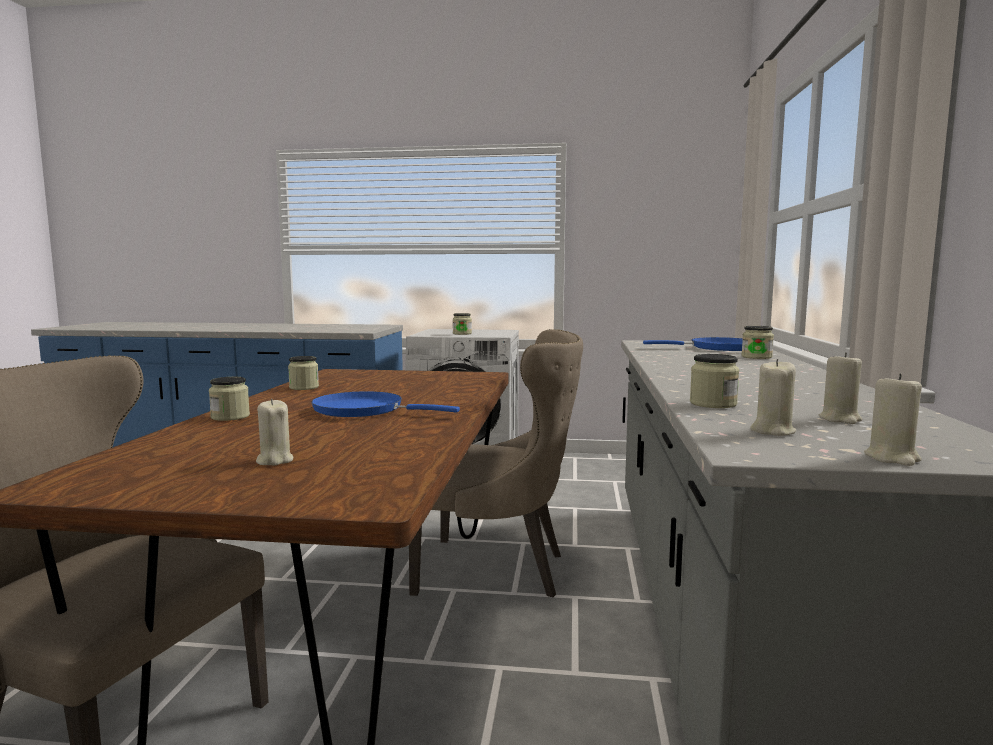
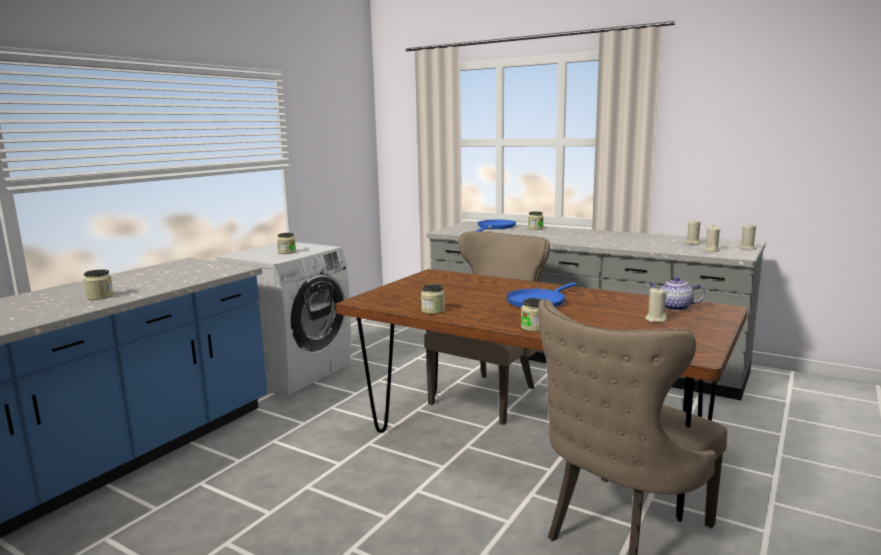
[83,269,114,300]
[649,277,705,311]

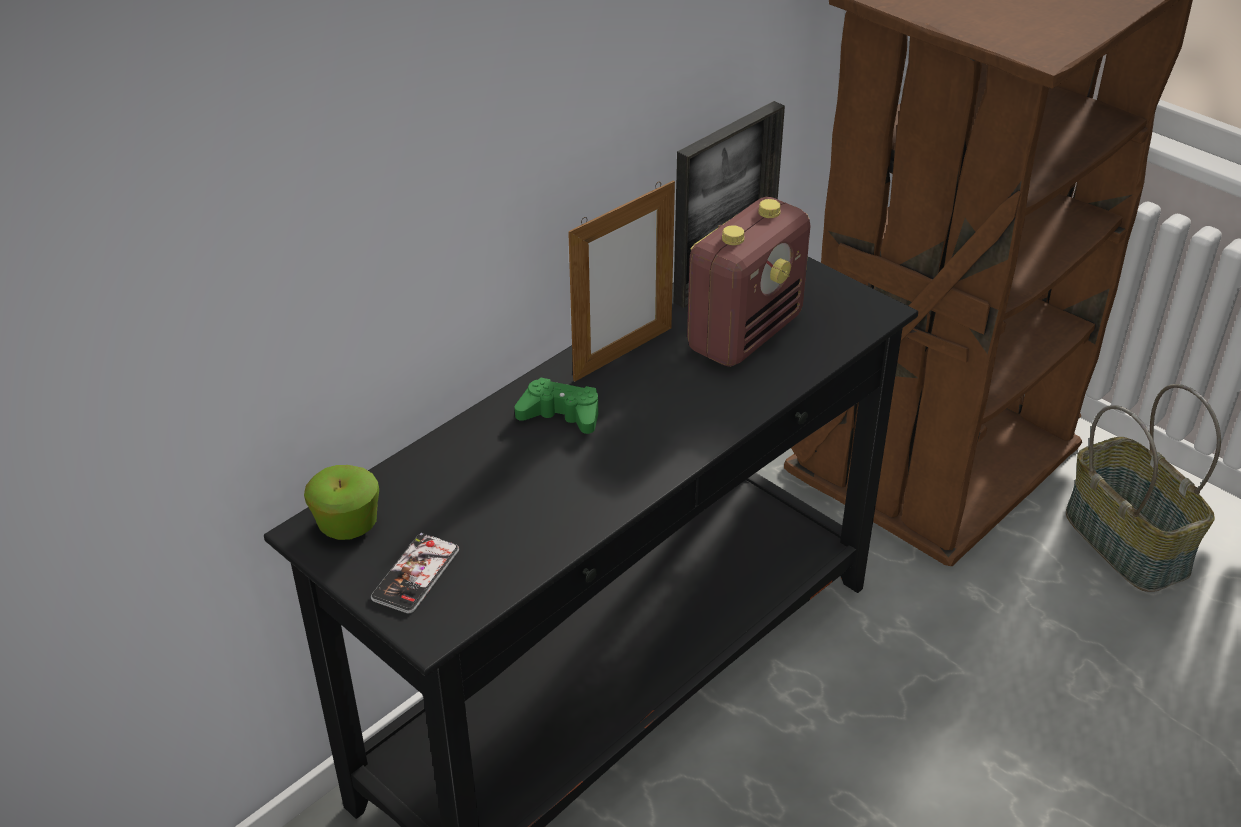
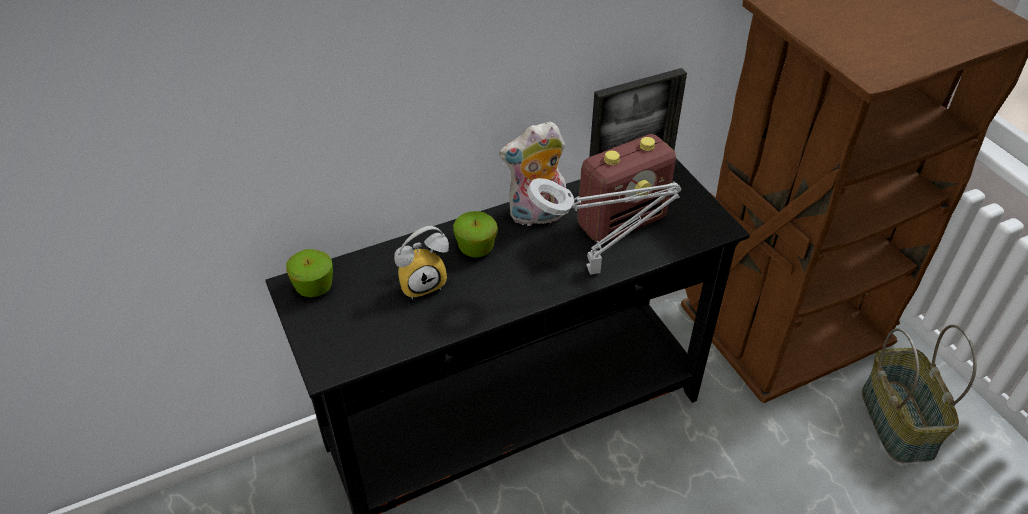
[499,121,566,227]
[453,211,498,257]
[371,533,459,613] (first image)
[527,178,681,275]
[394,226,449,300]

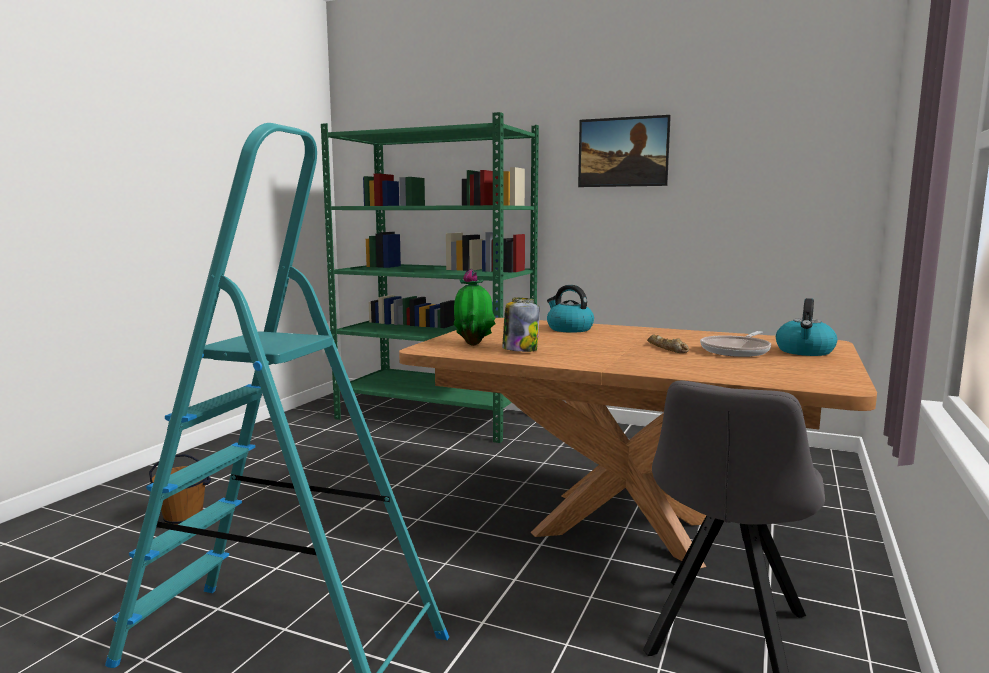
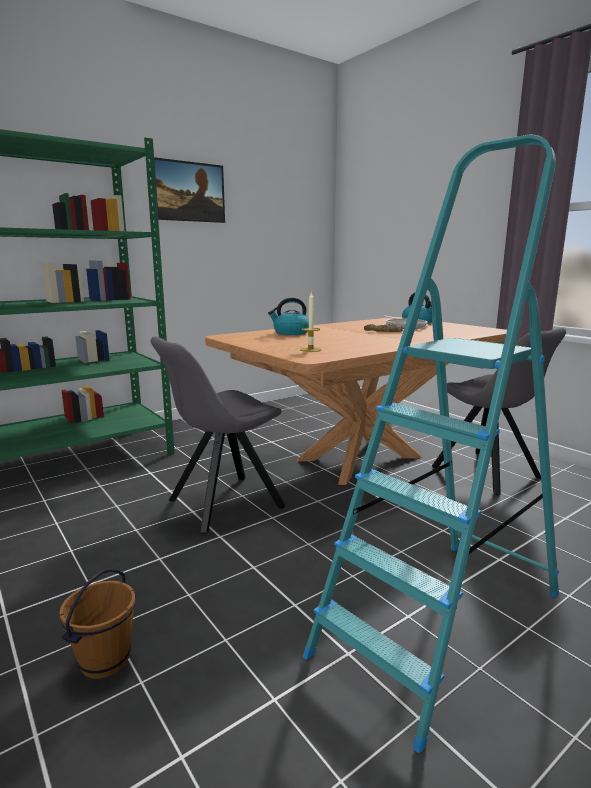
[300,293,321,352]
[502,298,540,352] (first image)
[151,336,285,534]

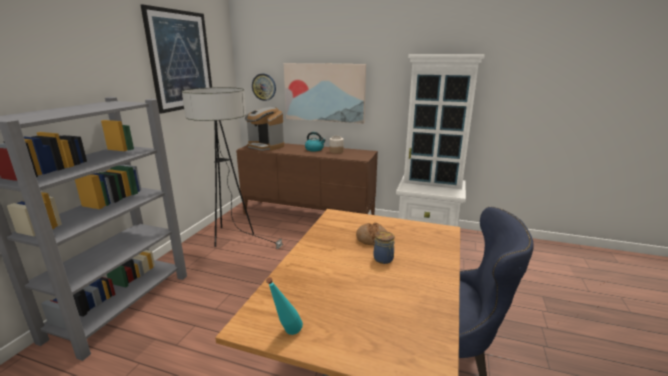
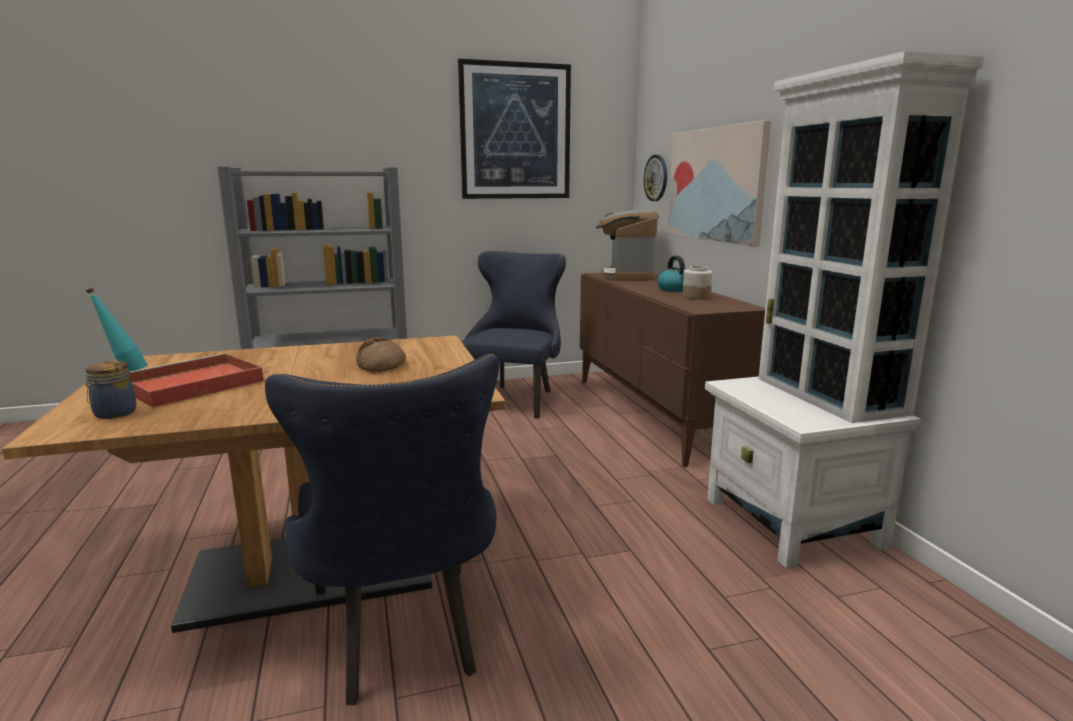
[461,251,566,419]
[83,361,137,419]
[129,353,264,408]

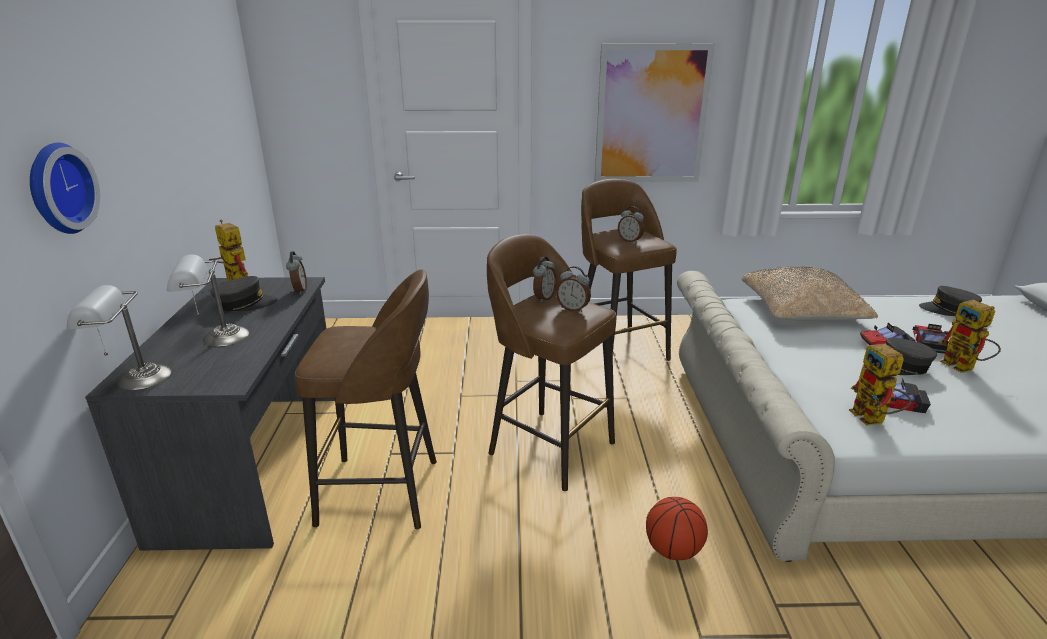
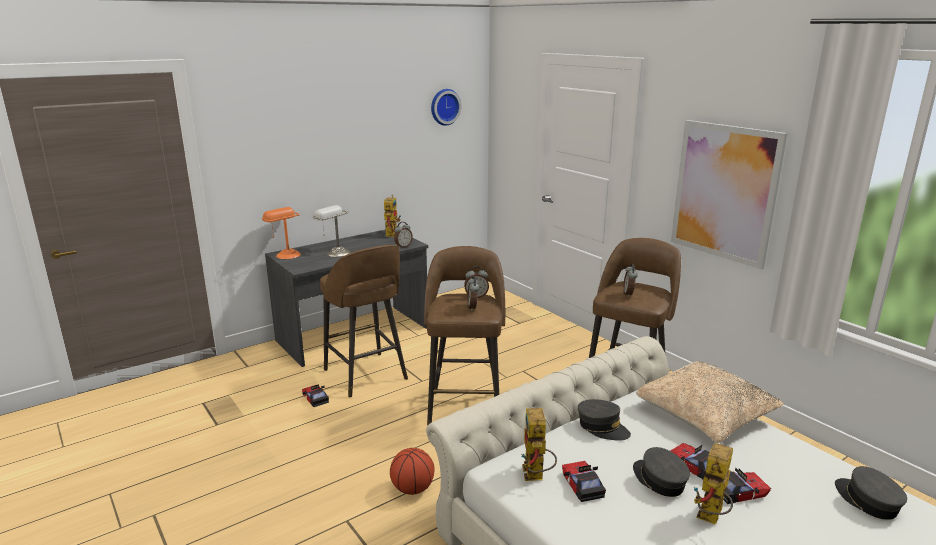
[431,89,461,126]
[578,399,631,441]
[262,207,301,259]
[521,408,557,481]
[302,384,329,407]

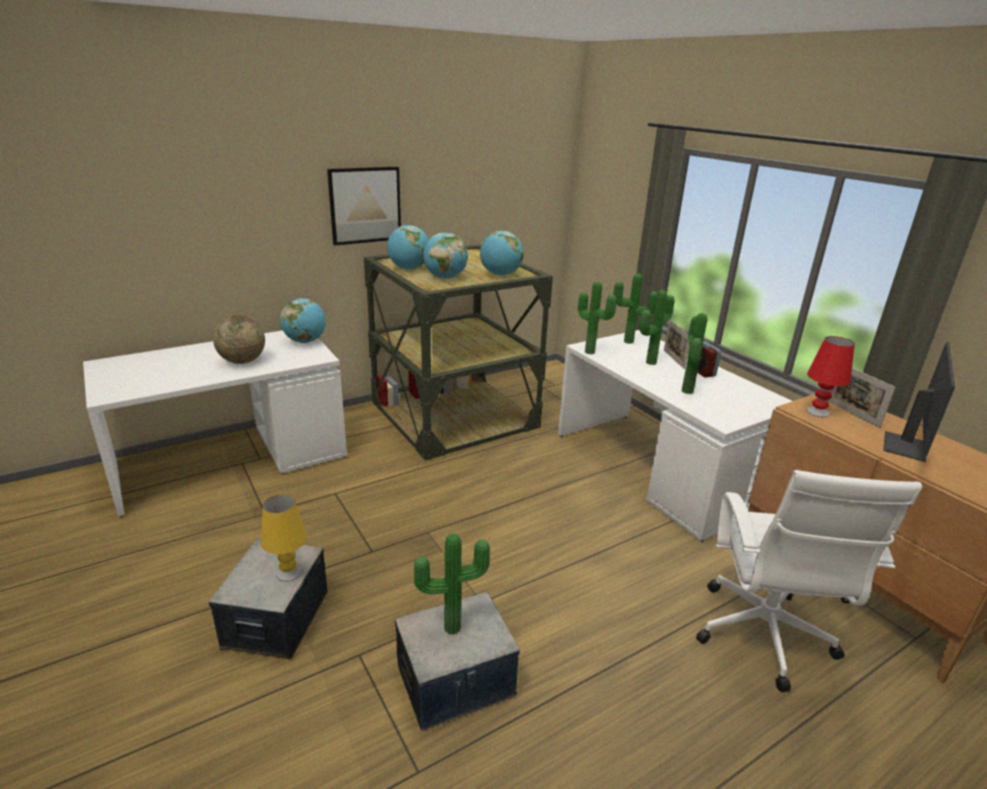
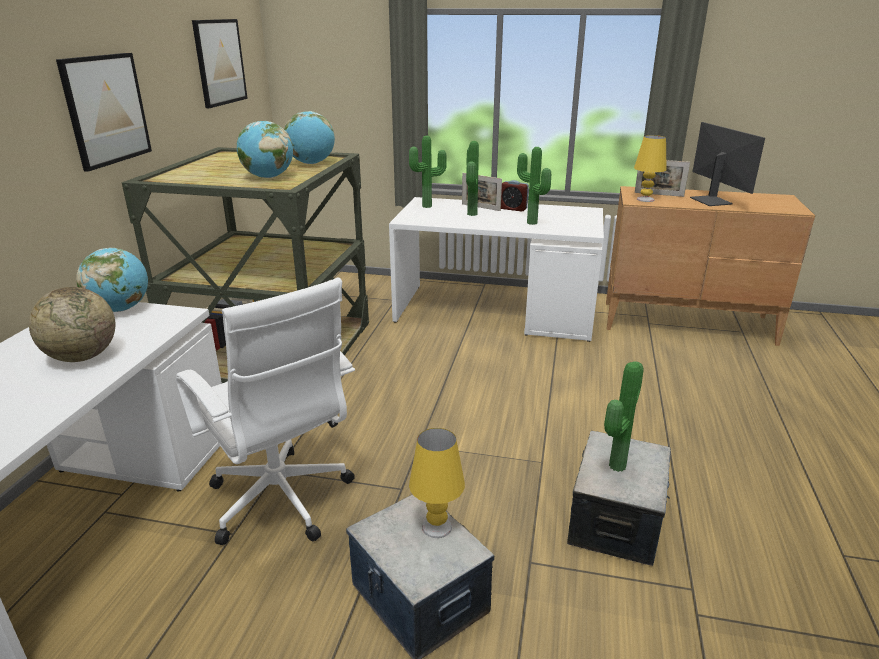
[387,225,429,270] (first image)
[578,281,616,354] (first image)
[634,135,667,202]
[176,278,355,545]
[192,19,248,108]

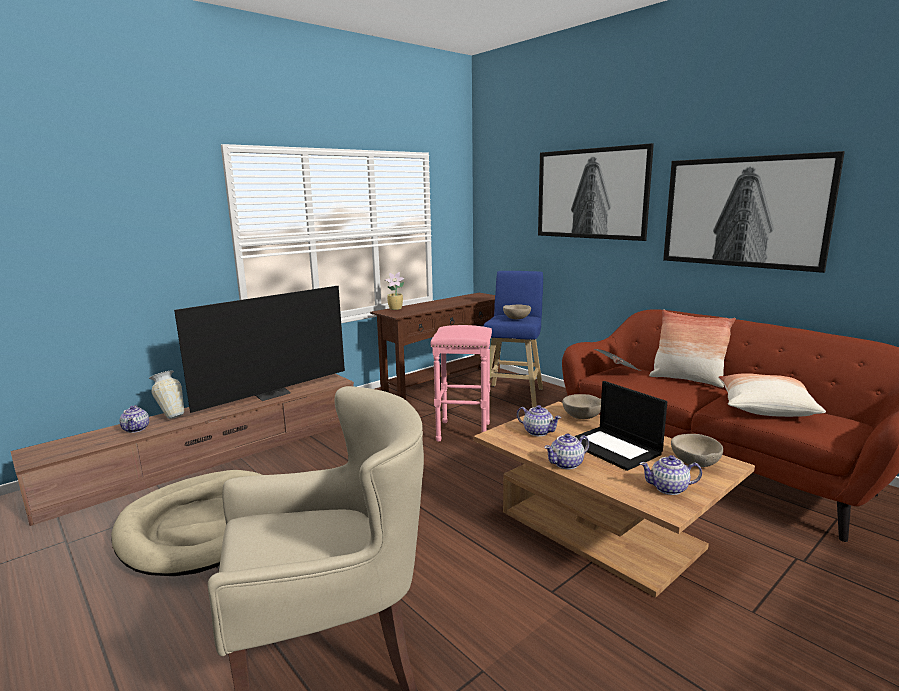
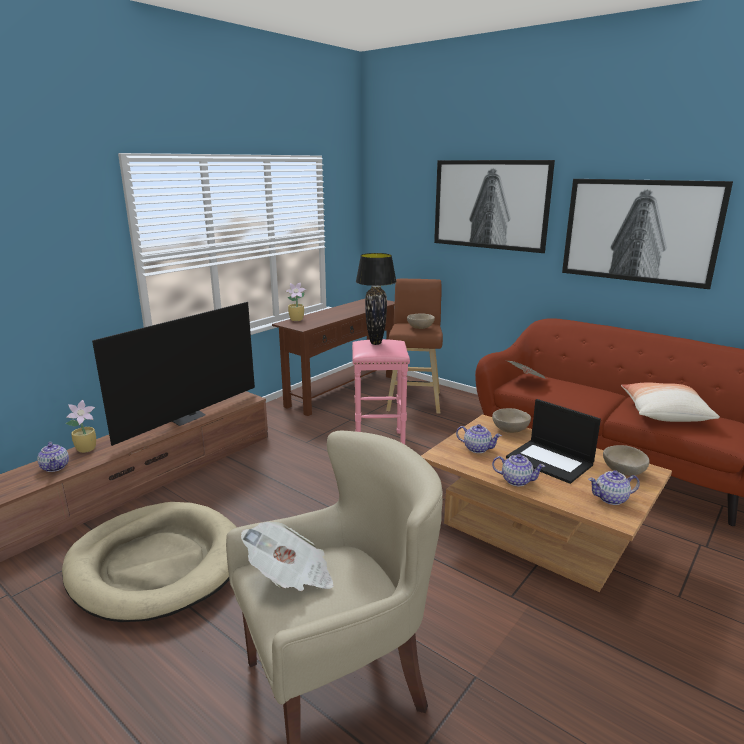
[386,279,443,414]
[649,310,736,388] (first image)
[66,400,96,453]
[492,454,545,486]
[356,253,397,345]
[241,522,334,591]

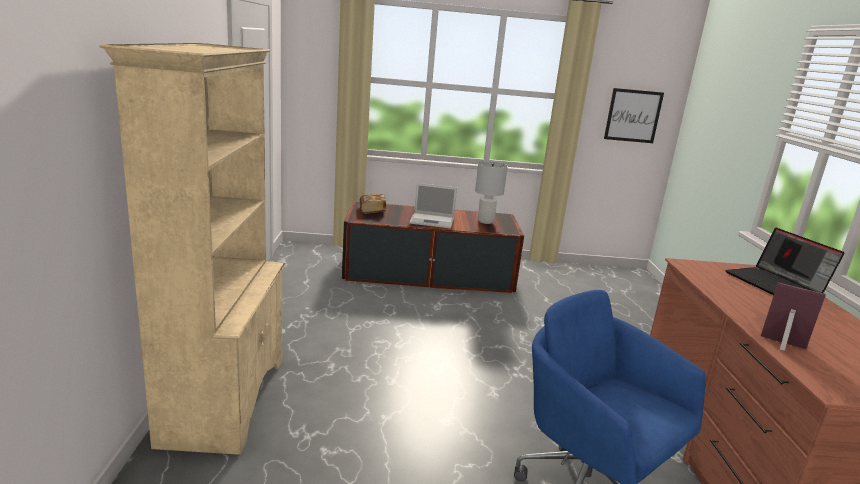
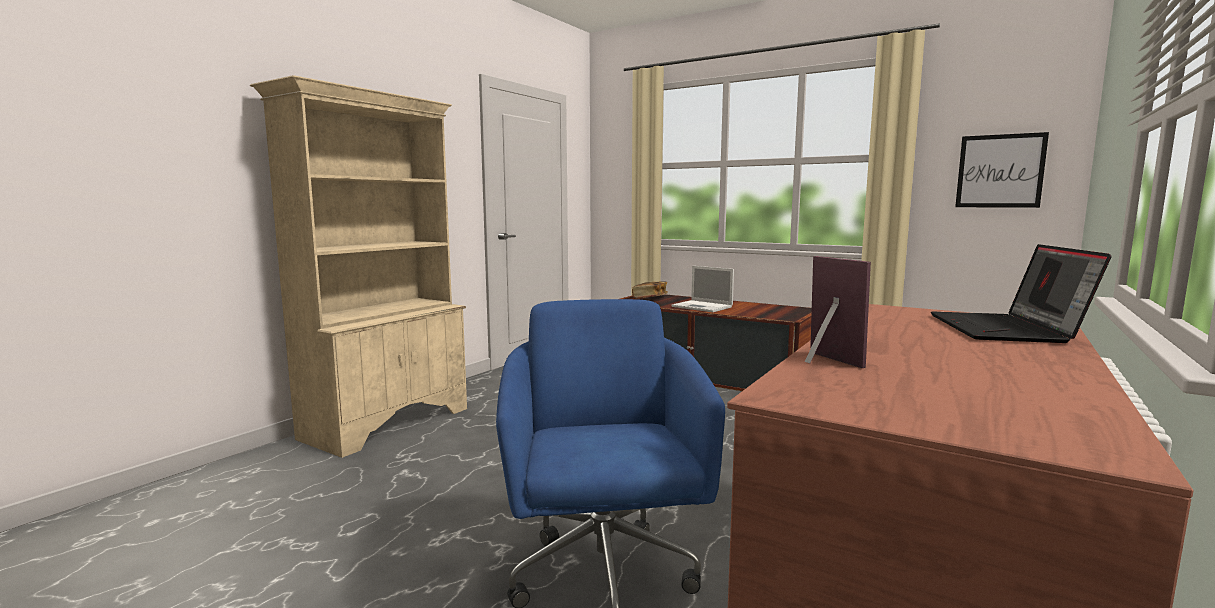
[475,161,508,224] (first image)

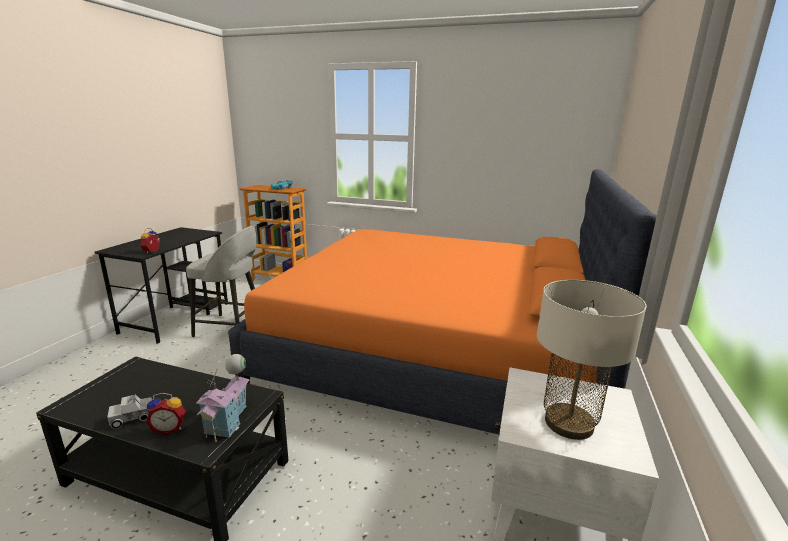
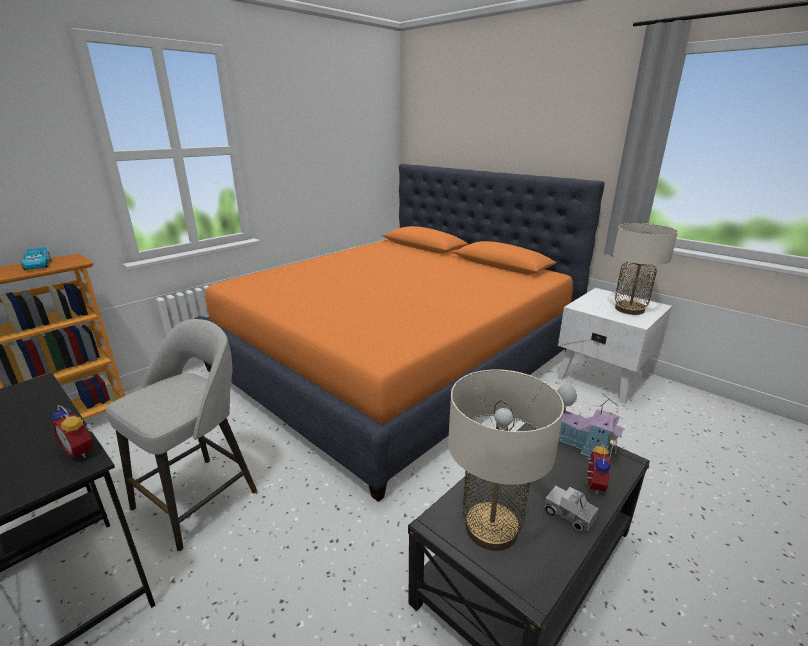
[544,486,598,532]
[448,369,564,551]

